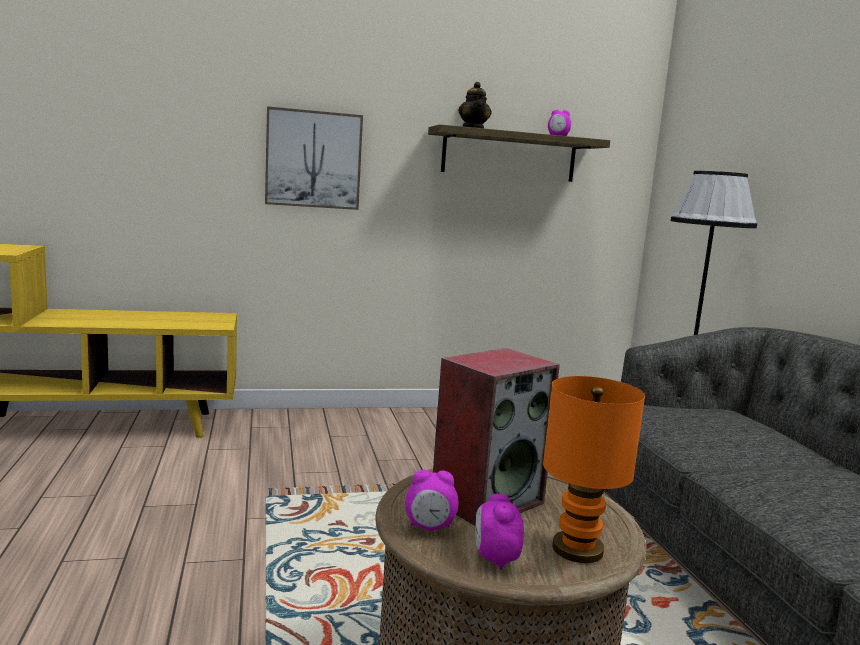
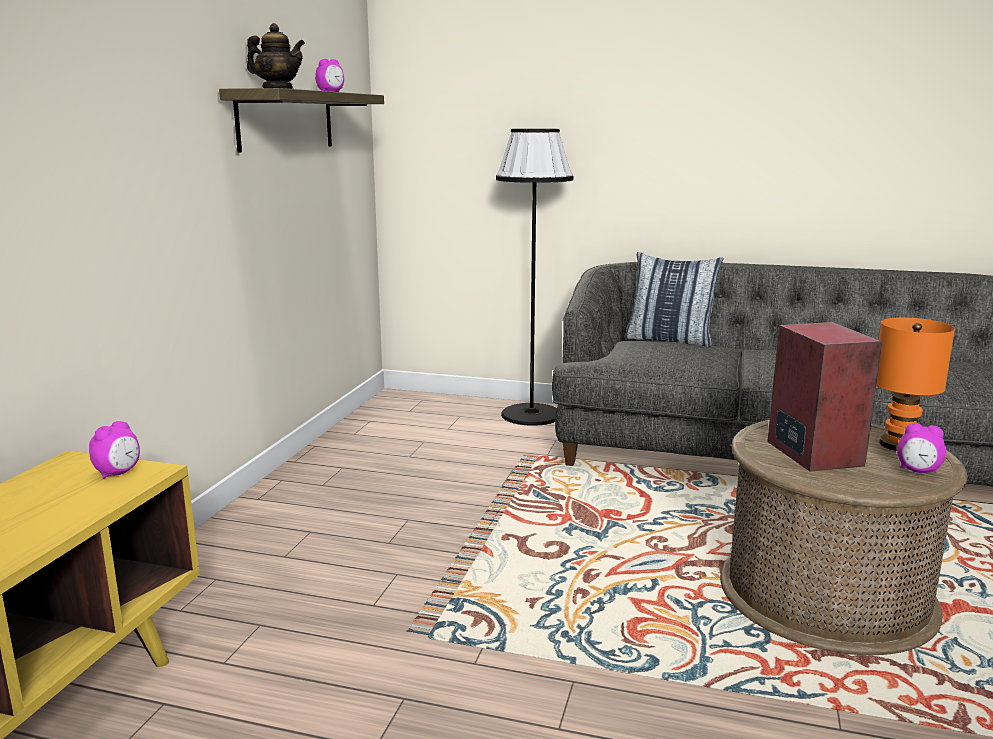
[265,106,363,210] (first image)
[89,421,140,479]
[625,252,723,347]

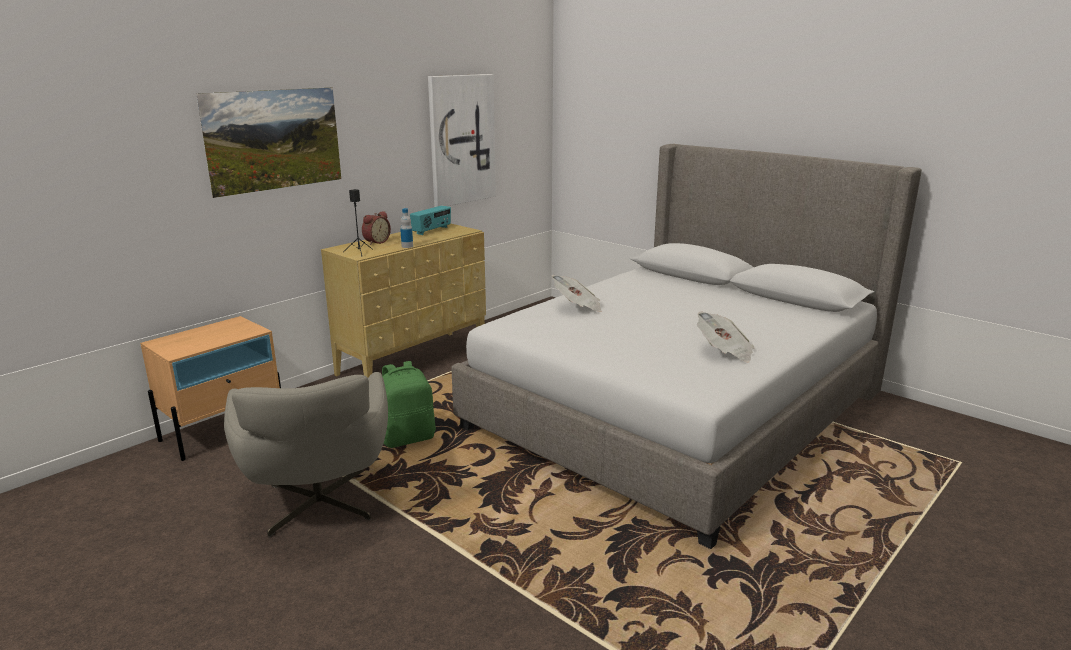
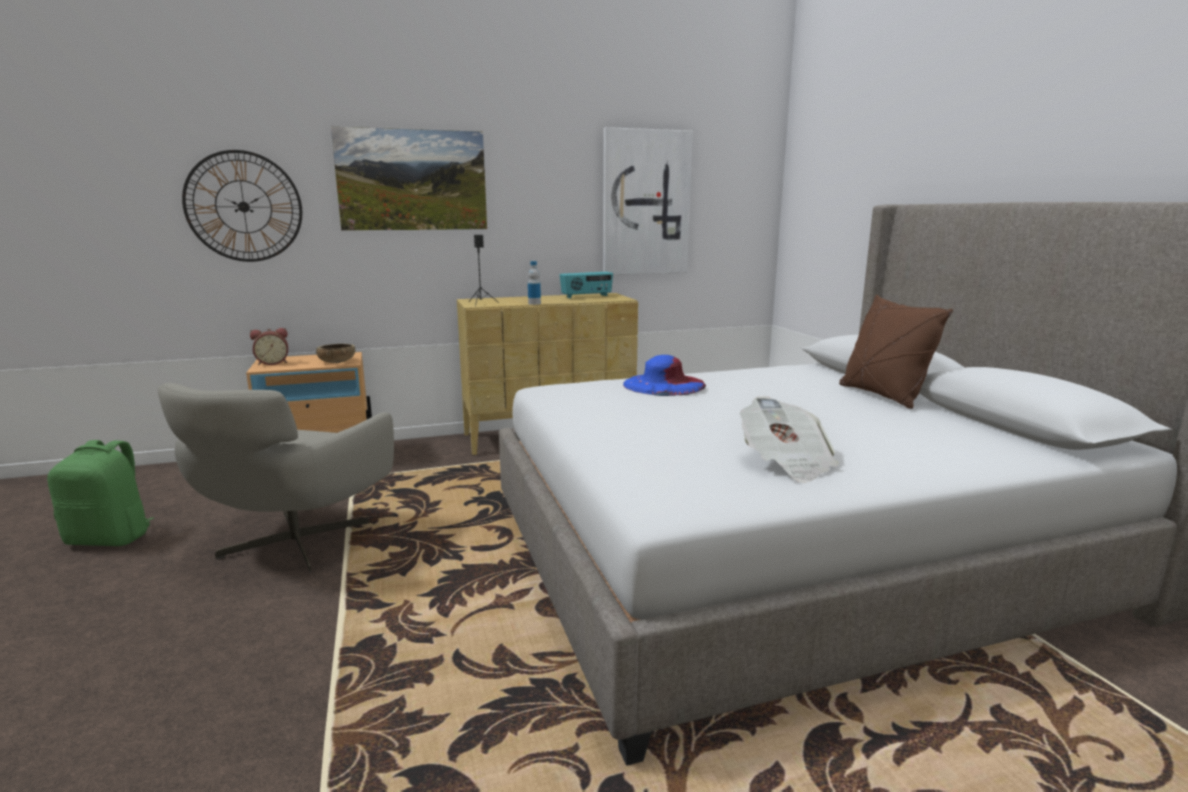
[250,328,288,365]
[623,355,706,396]
[47,440,154,546]
[182,150,302,262]
[839,295,953,409]
[316,344,355,363]

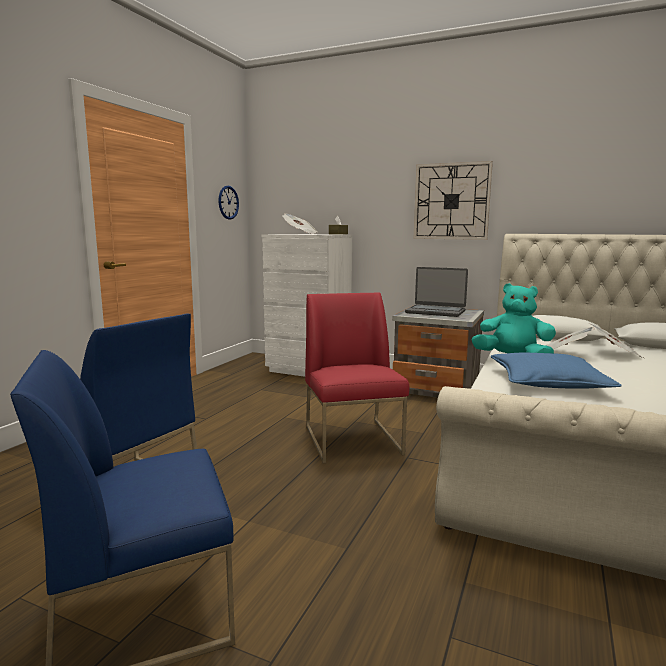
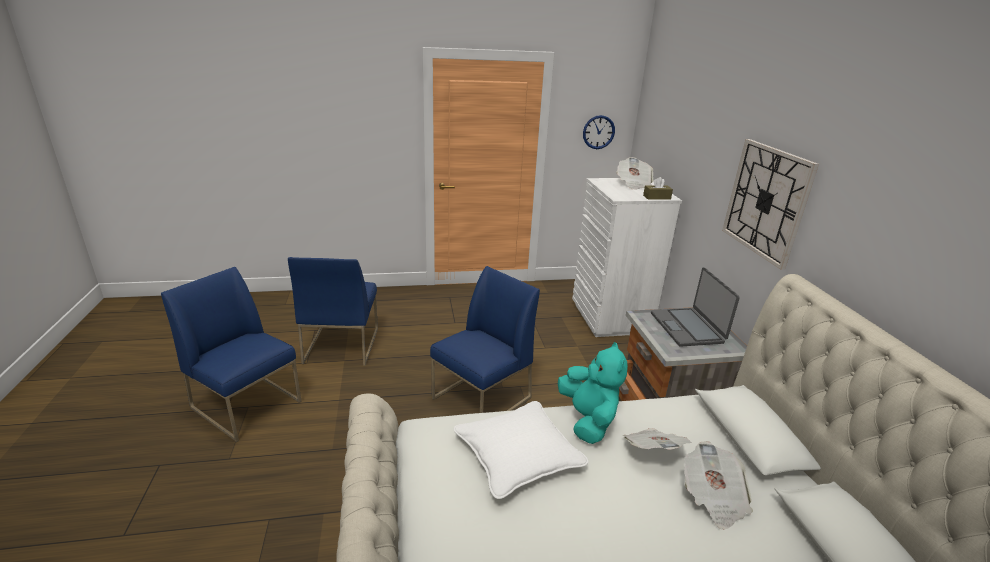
[430,266,540,413]
[454,401,589,499]

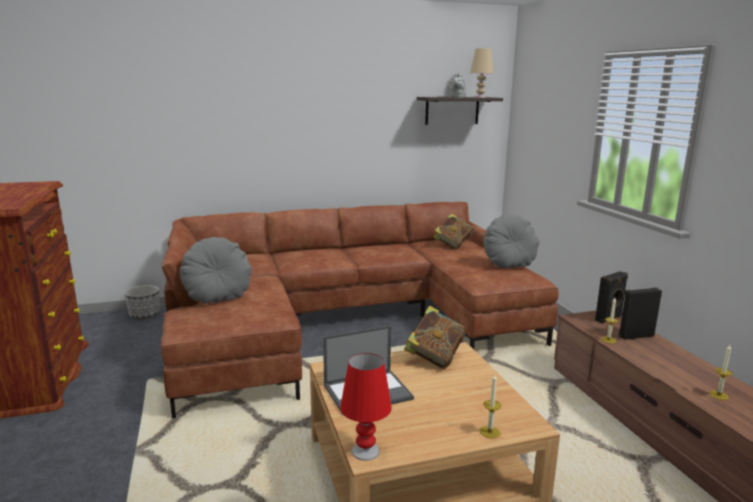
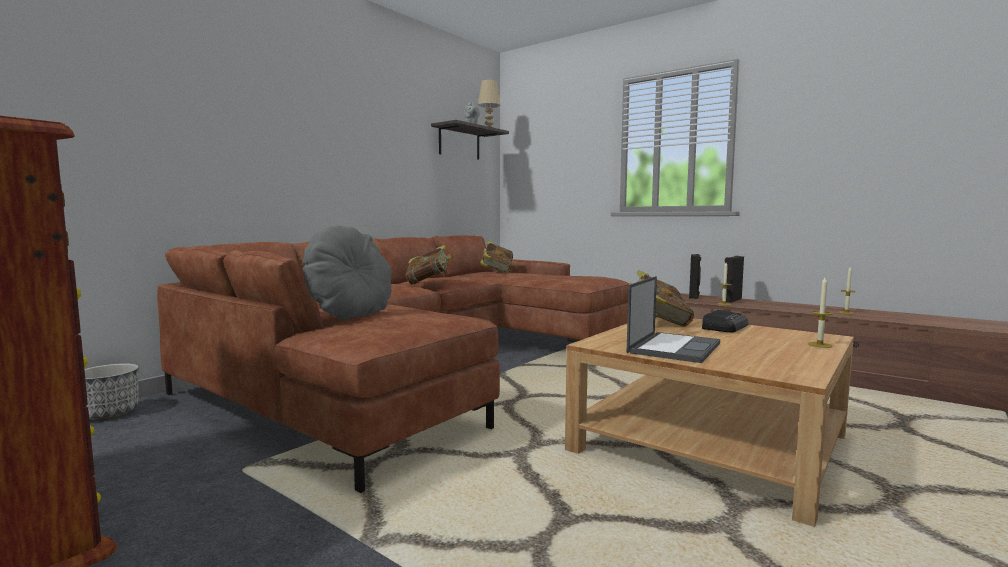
[484,214,539,268] (first image)
[340,353,392,461] (first image)
[405,245,451,285]
[702,310,748,332]

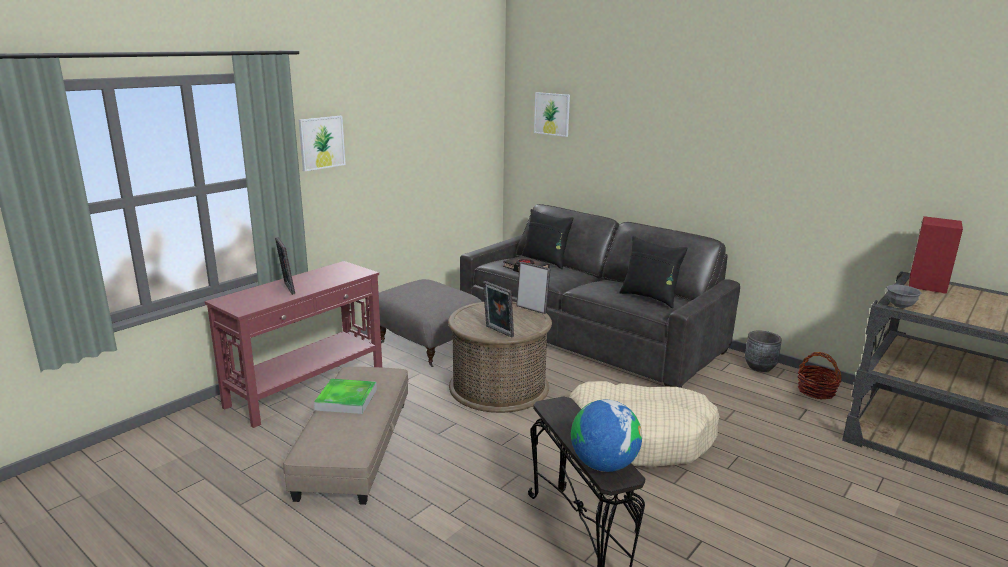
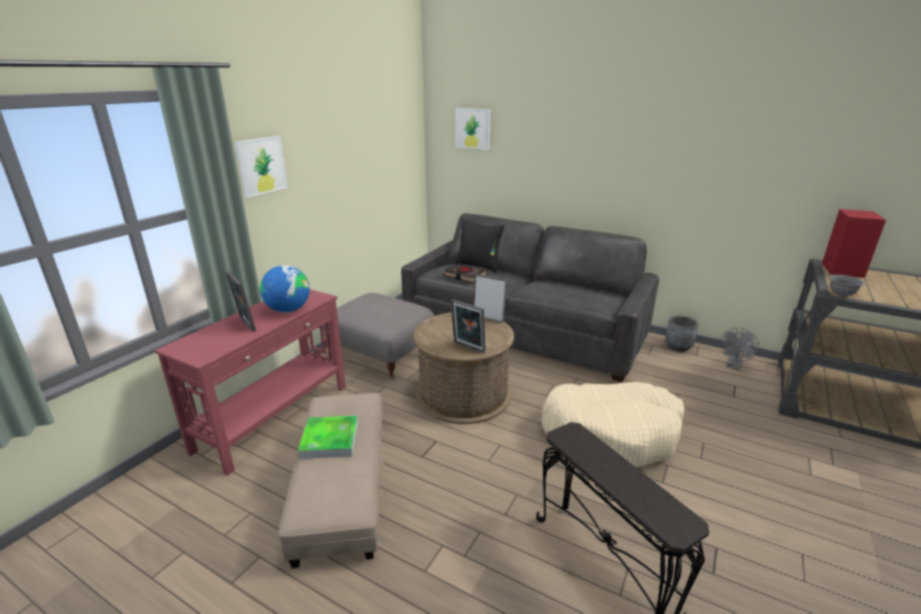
[619,236,687,308] (first image)
[720,328,759,370]
[260,265,310,313]

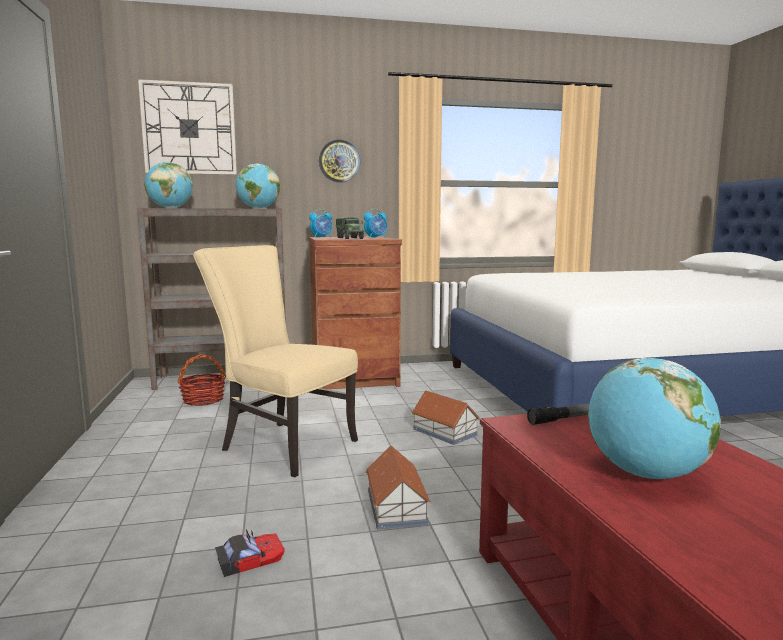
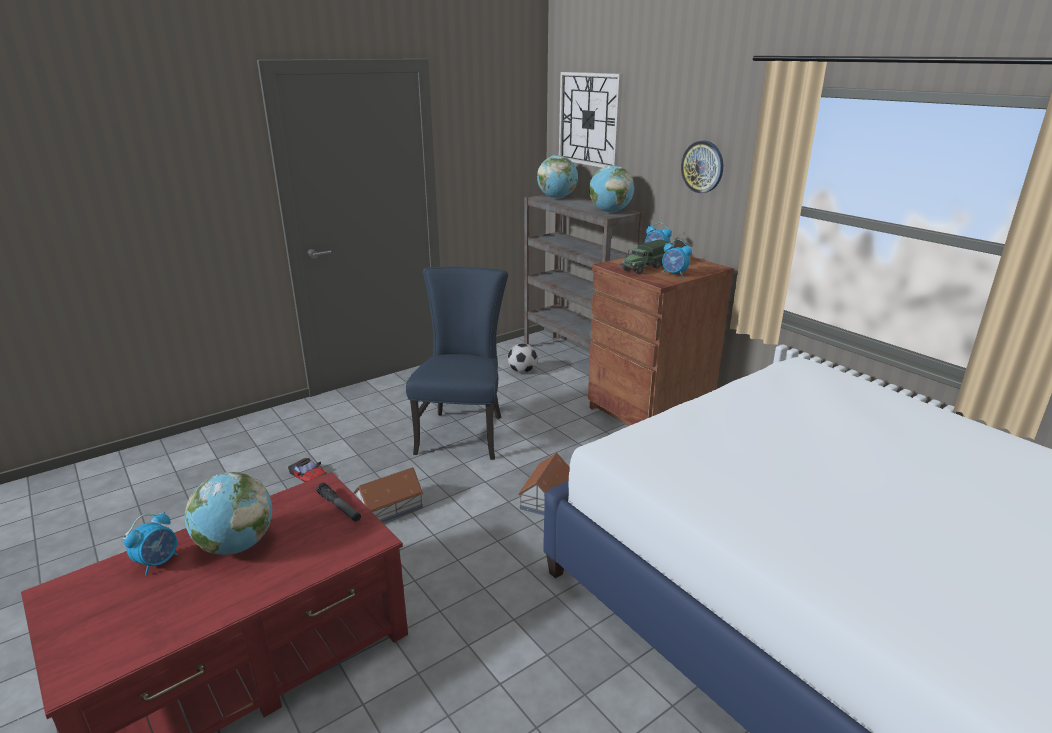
[406,267,508,460]
[508,343,537,373]
[123,512,178,576]

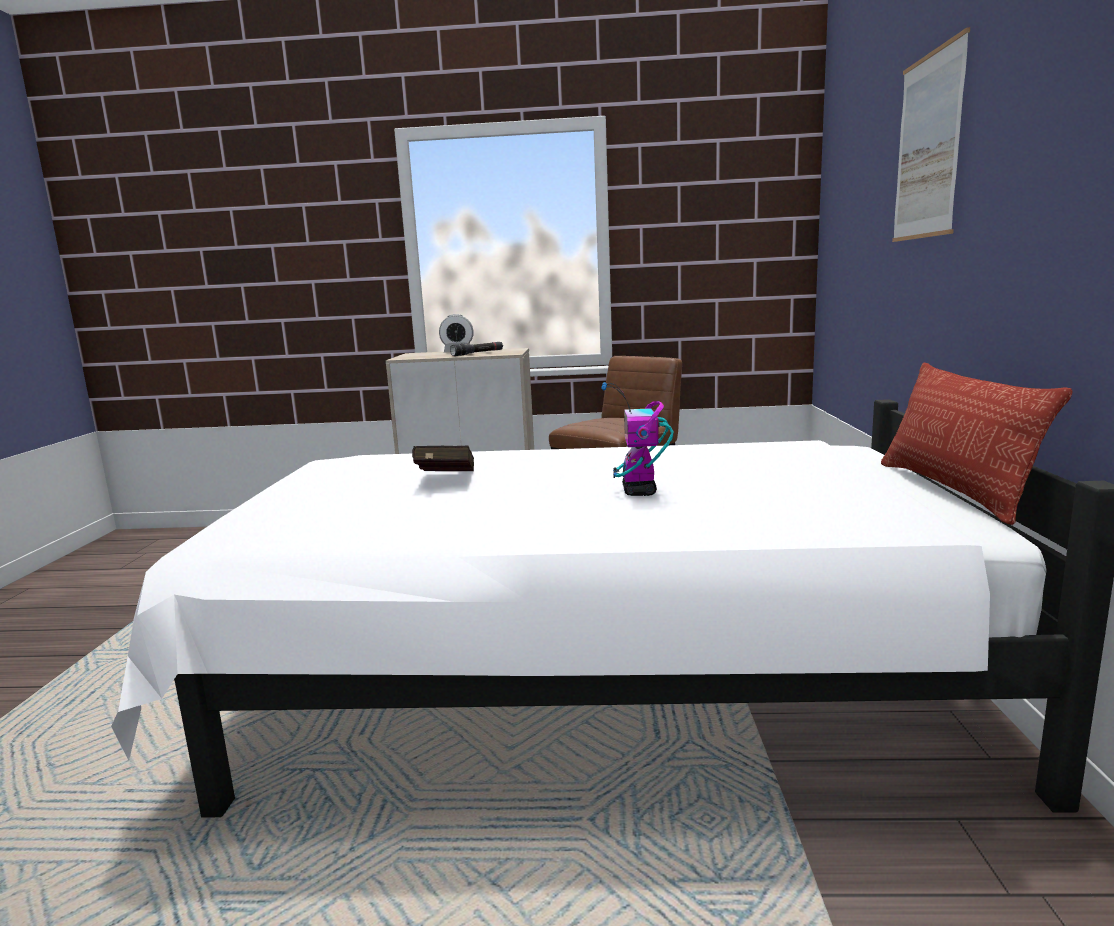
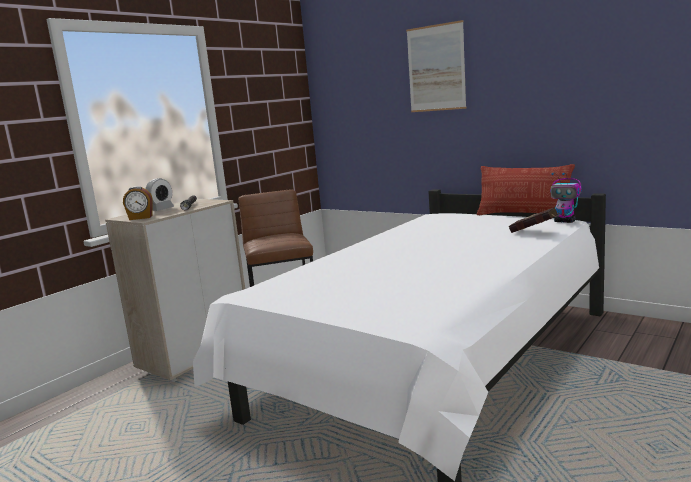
[550,173,582,223]
[509,207,559,233]
[123,186,153,220]

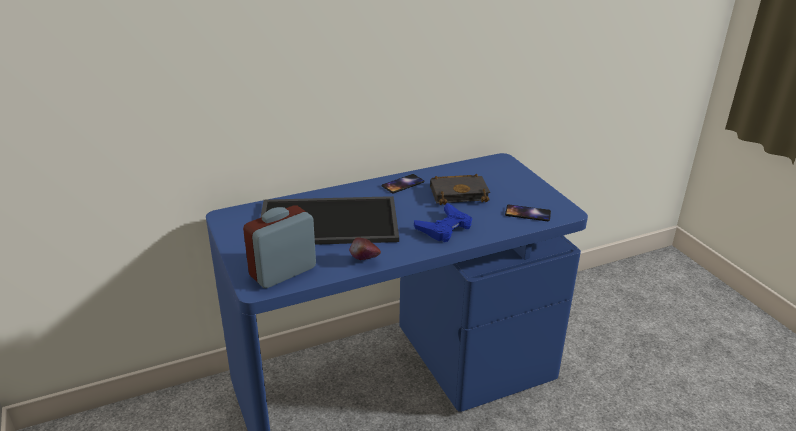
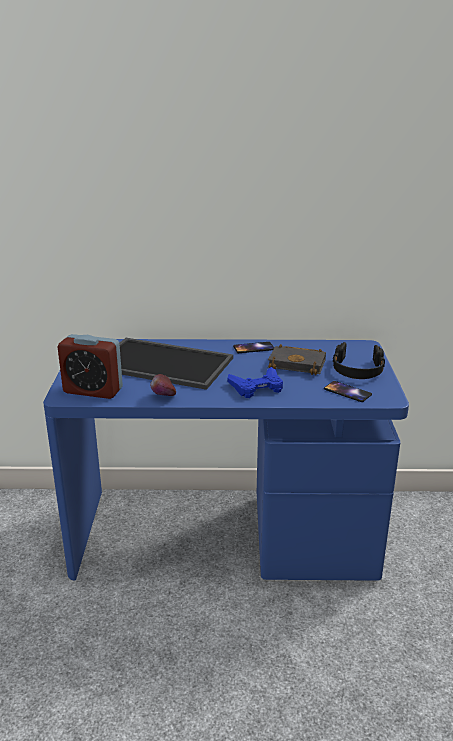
[58,334,123,399]
[332,342,385,379]

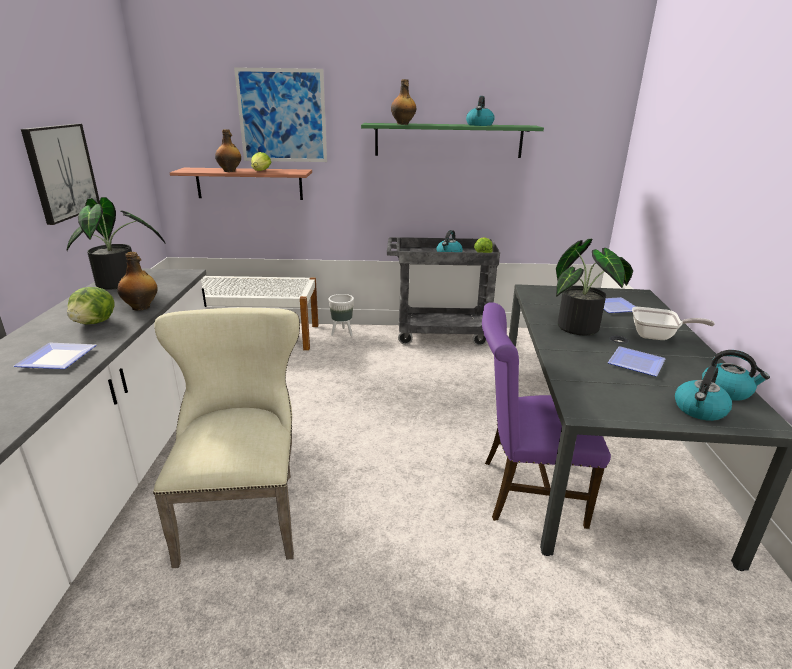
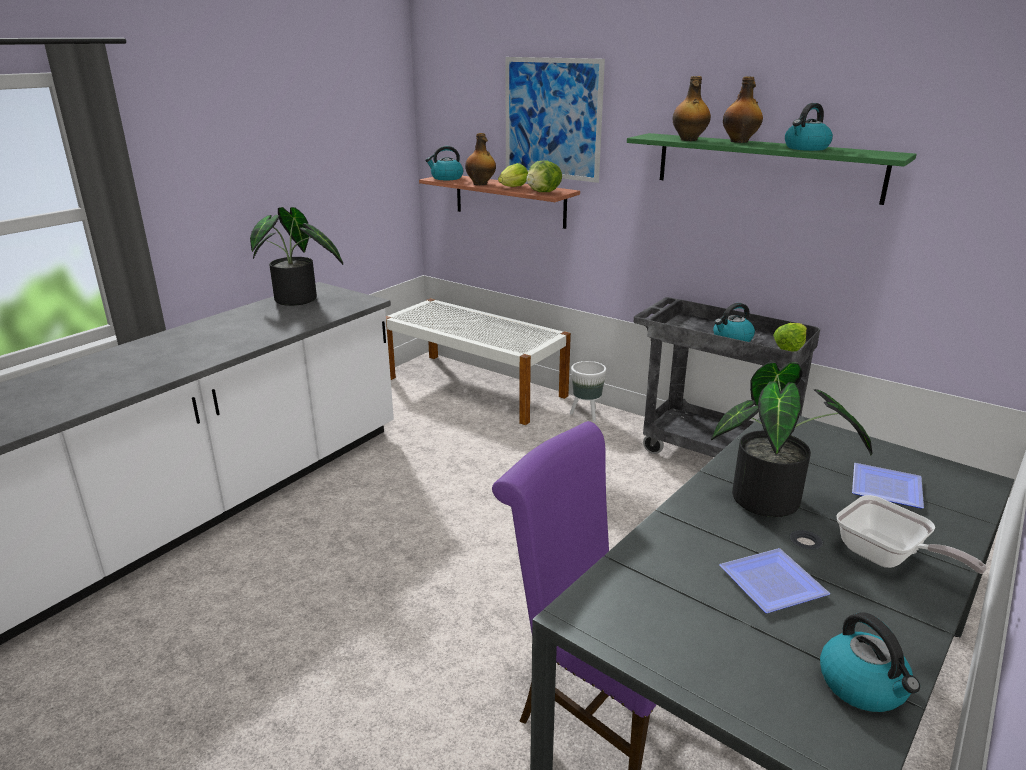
[21,124,100,225] (first image)
[723,77,763,143]
[526,160,562,192]
[153,308,300,568] (first image)
[13,343,96,369] (first image)
[425,146,463,180]

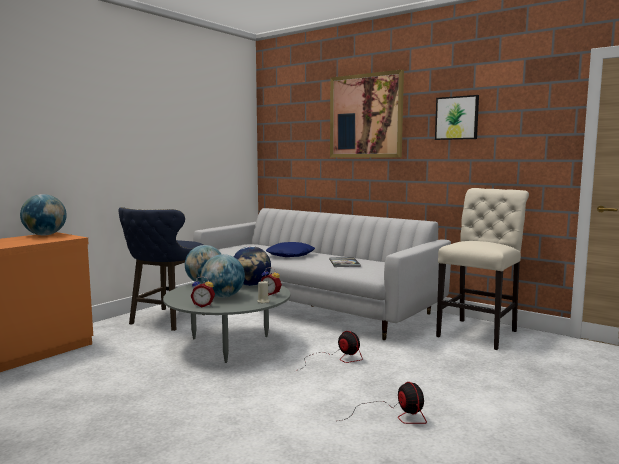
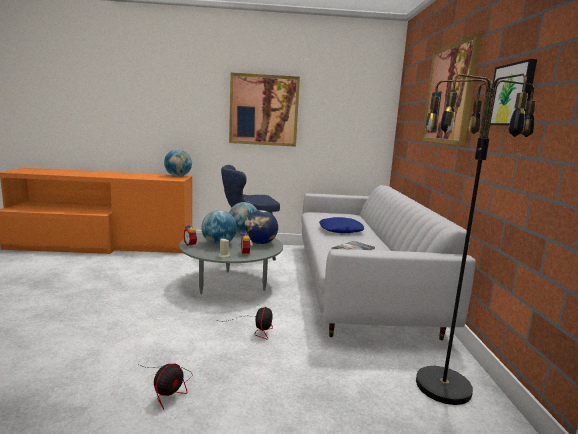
[416,73,536,405]
[229,73,300,147]

